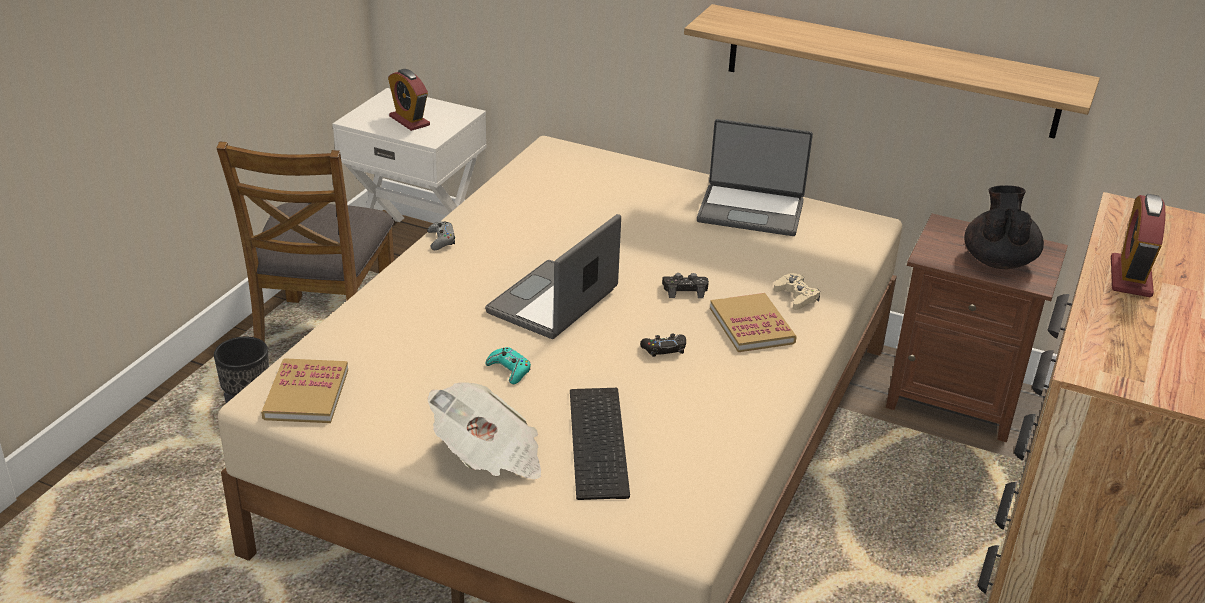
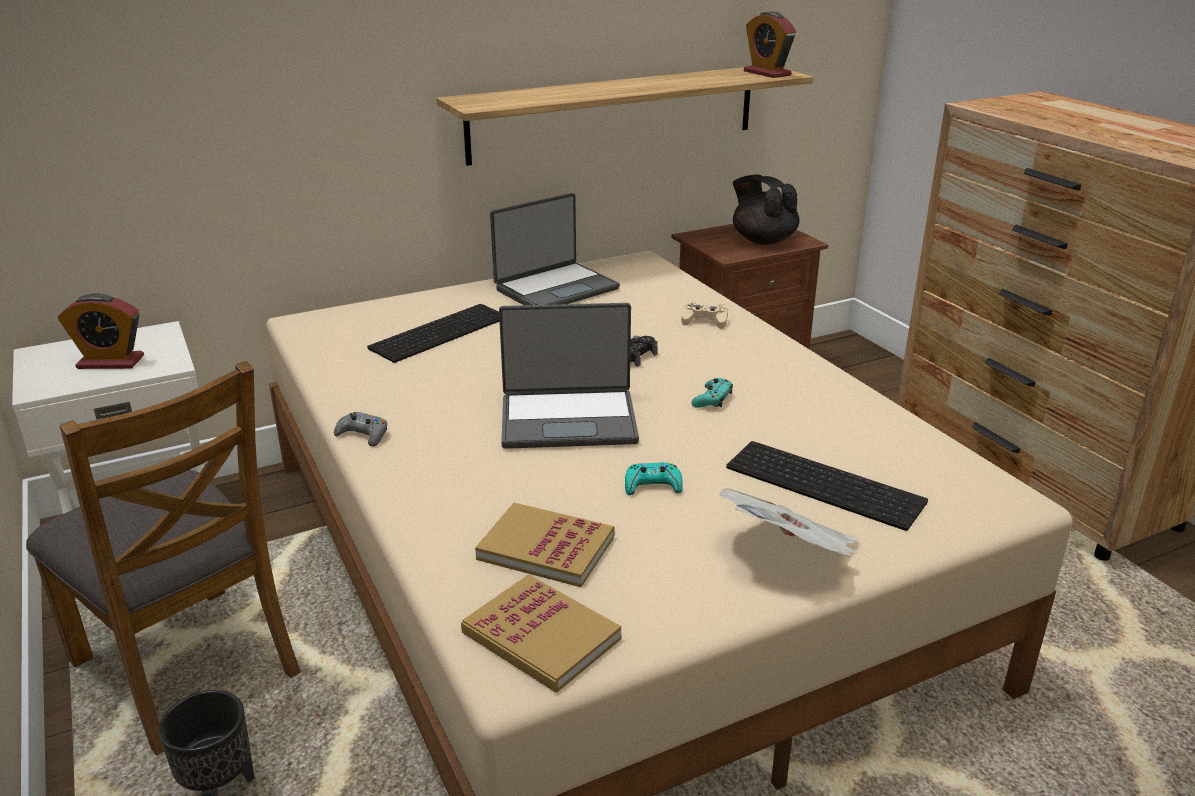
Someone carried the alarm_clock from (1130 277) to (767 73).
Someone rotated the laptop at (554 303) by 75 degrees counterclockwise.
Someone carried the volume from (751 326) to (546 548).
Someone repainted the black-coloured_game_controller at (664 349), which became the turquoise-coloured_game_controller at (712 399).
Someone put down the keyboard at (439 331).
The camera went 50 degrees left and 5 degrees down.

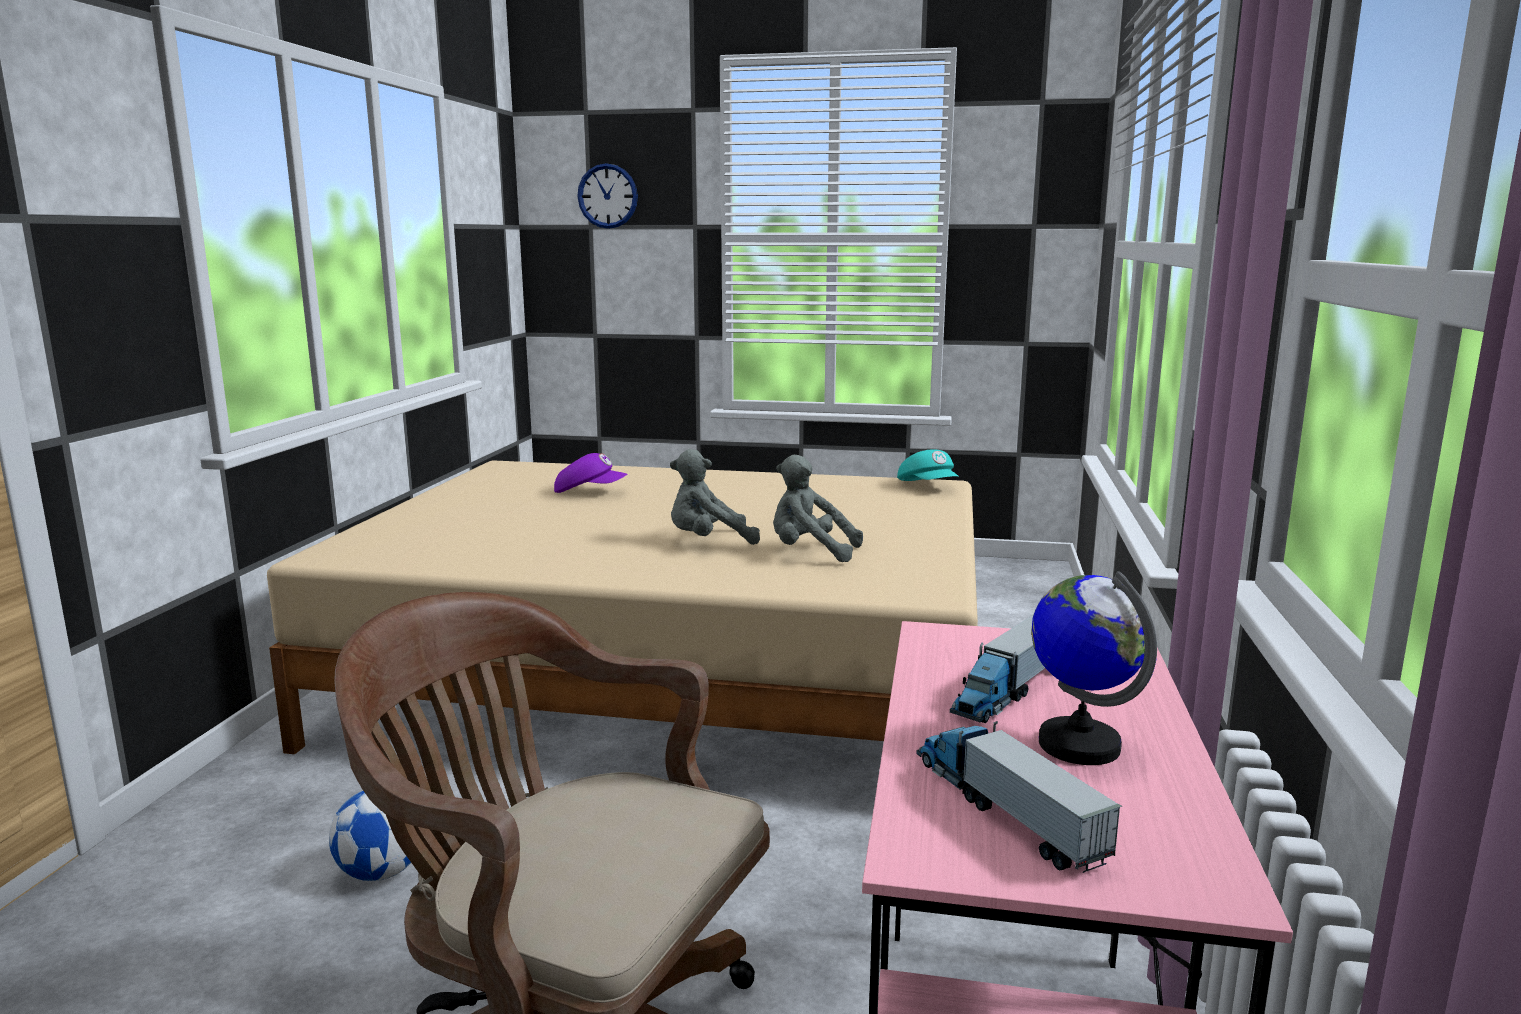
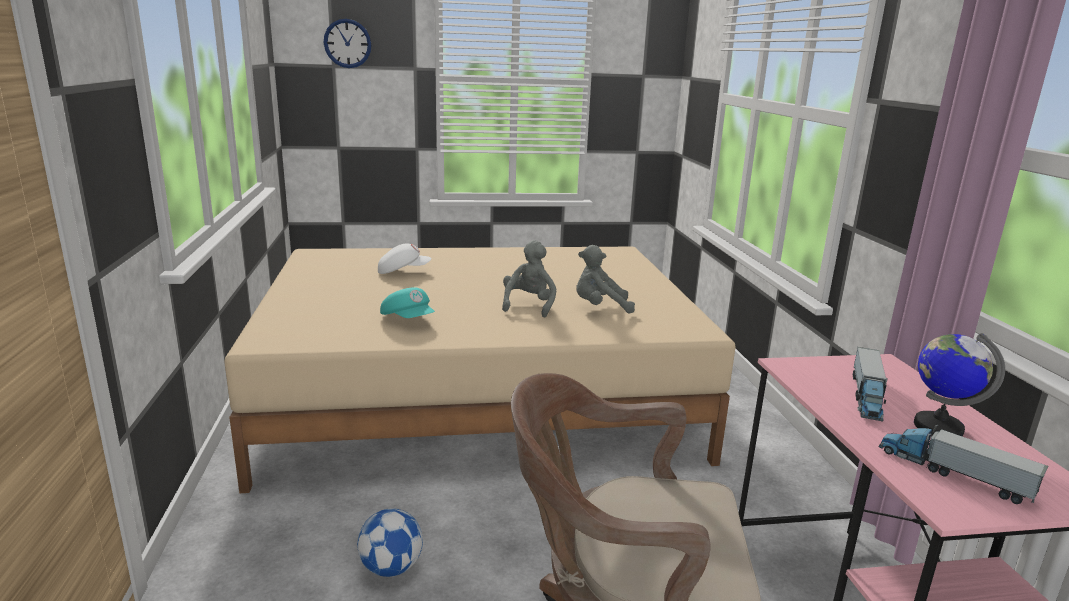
Someone rotated the grey_cuddly_toy at (709 542) by 135 degrees clockwise.
Someone carried the turquoise-coloured_peaked_cap from (928 487) to (409 320).
Someone repainted the purple_peaked_cap at (590 492), which became the whitish_peaked_cap at (403 271).
The camera went 20 degrees left and 5 degrees up.

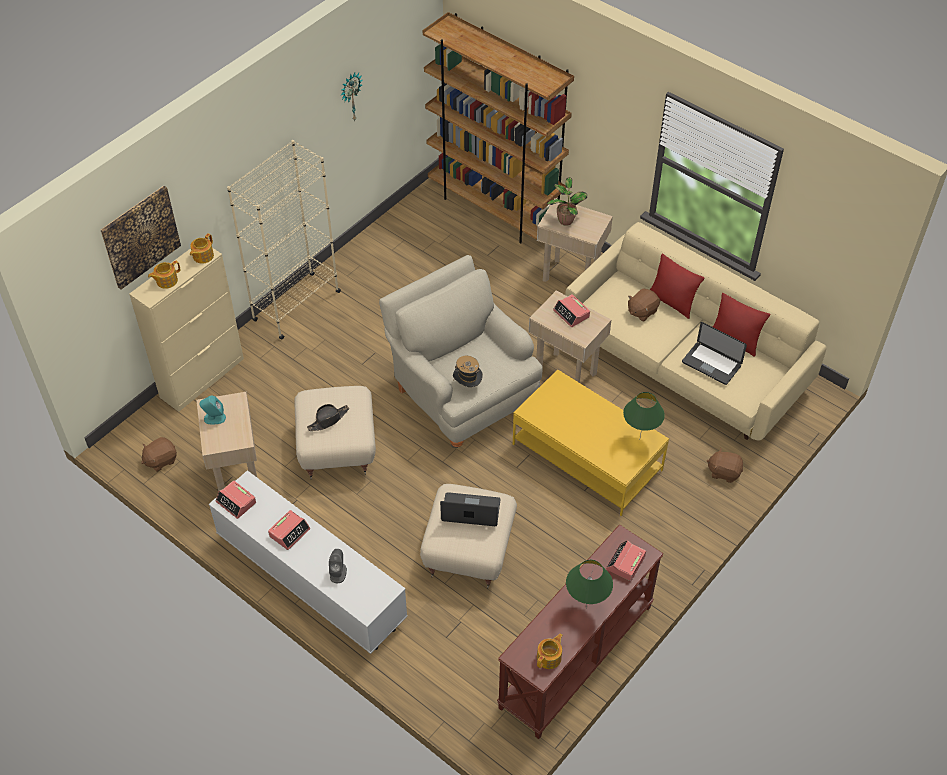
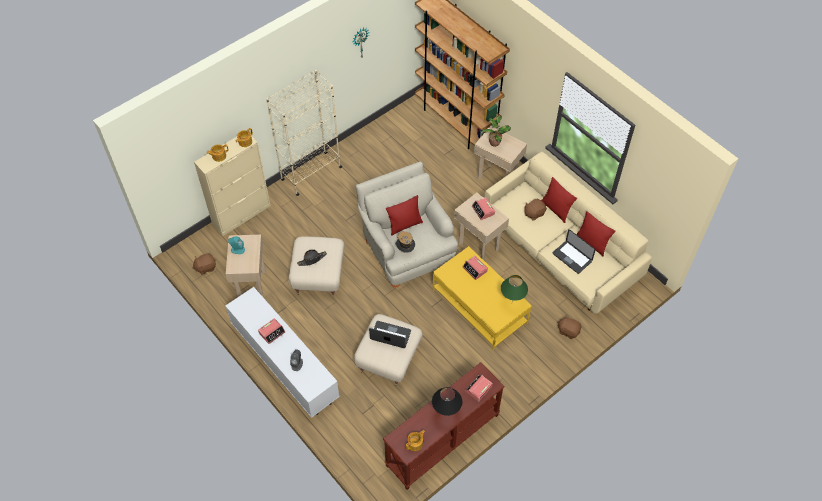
Someone took away the picture at (140 236).
Someone carried the alarm_clock from (236 502) to (475 269).
Someone repainted the green-coloured_table_lamp at (585 607), which became the black-coloured_table_lamp at (446 414).
Someone put down the reddish_pillow at (405 225).
The camera went 10 degrees right and 5 degrees up.

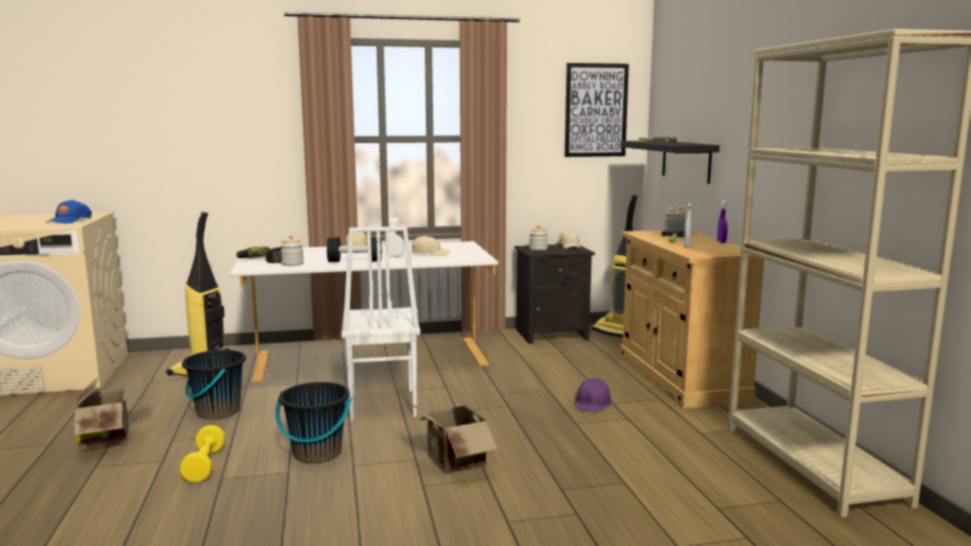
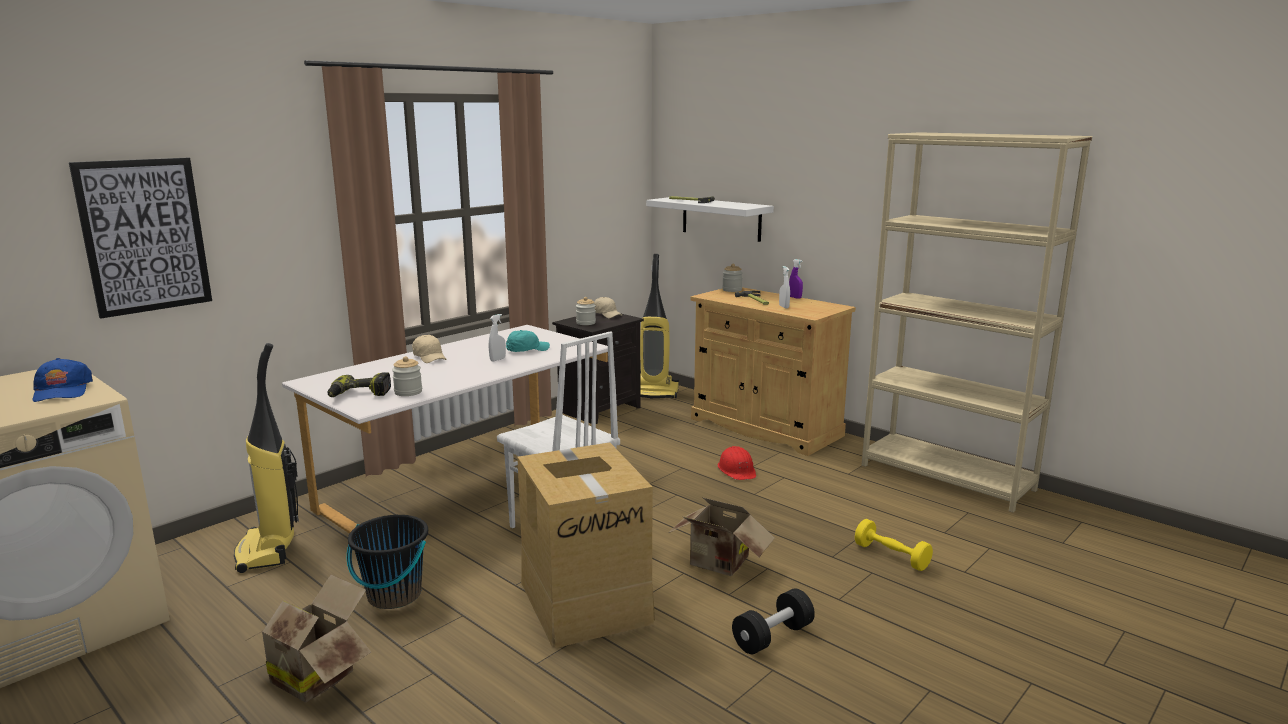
Someone carried the picture from (596 110) to (144 236).
Someone repainted the black-coloured_shelf at (686 161), which became the whitish_shelf at (721 218).
Someone repainted the beige_peaked_cap at (430 254), which became the turquoise-coloured_peaked_cap at (527 350).
Someone carried the black-coloured_free_weight from (355 261) to (772 636).
Someone repainted the purple_work_helmet at (593 402), which became the reddish_work_helmet at (737 470).
Someone swapped the black-coloured_bucket at (317 453) for the cardboard_box at (586 601).
Someone carried the yellow_free_weight from (204 465) to (891 556).
The camera went 35 degrees left and 5 degrees up.

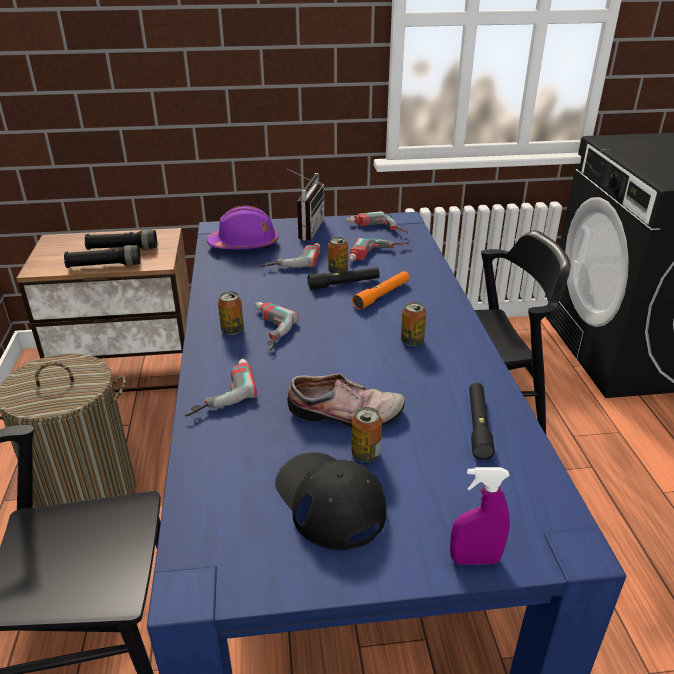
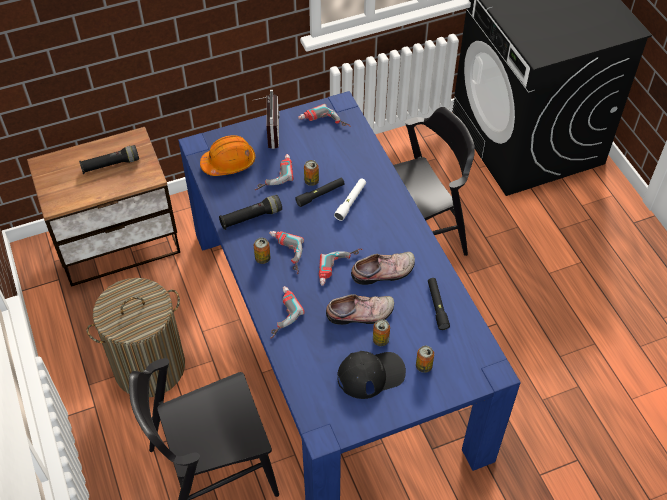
Someone repainted the purple_work_helmet at (244 245), which became the orangey_work_helmet at (229 163).
Someone carried the electric_drill from (378 256) to (340 269).
Someone carried the black-coloured_torch from (104 266) to (251 217).
Someone repainted the orangey_torch at (382 295), which became the whitish_torch at (350 202).
Someone carried the can from (412 341) to (423 366).
Someone rotated the black-coloured_peaked_cap at (329 501) by 120 degrees clockwise.
Someone took away the purple_hand_sprayer at (475 559).
Someone put down the shoe at (384 273).
The camera went 15 degrees left and 20 degrees up.

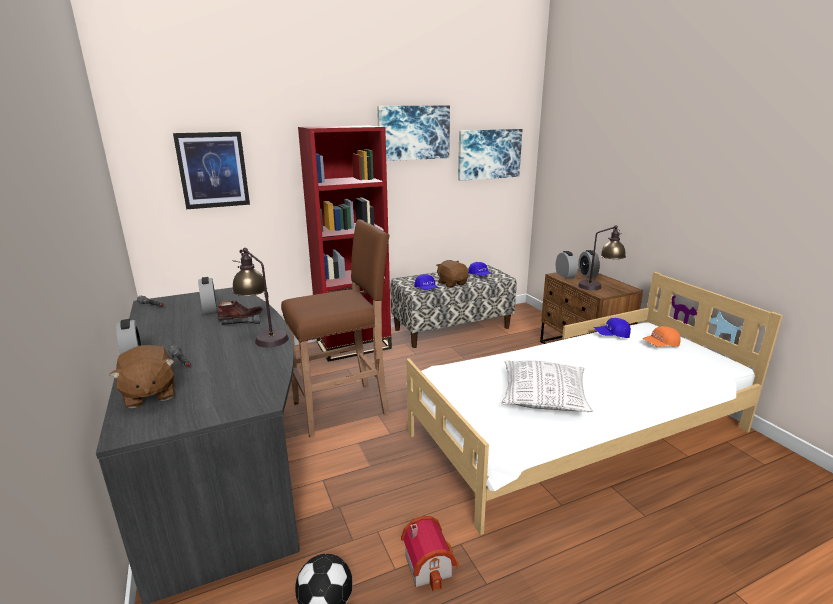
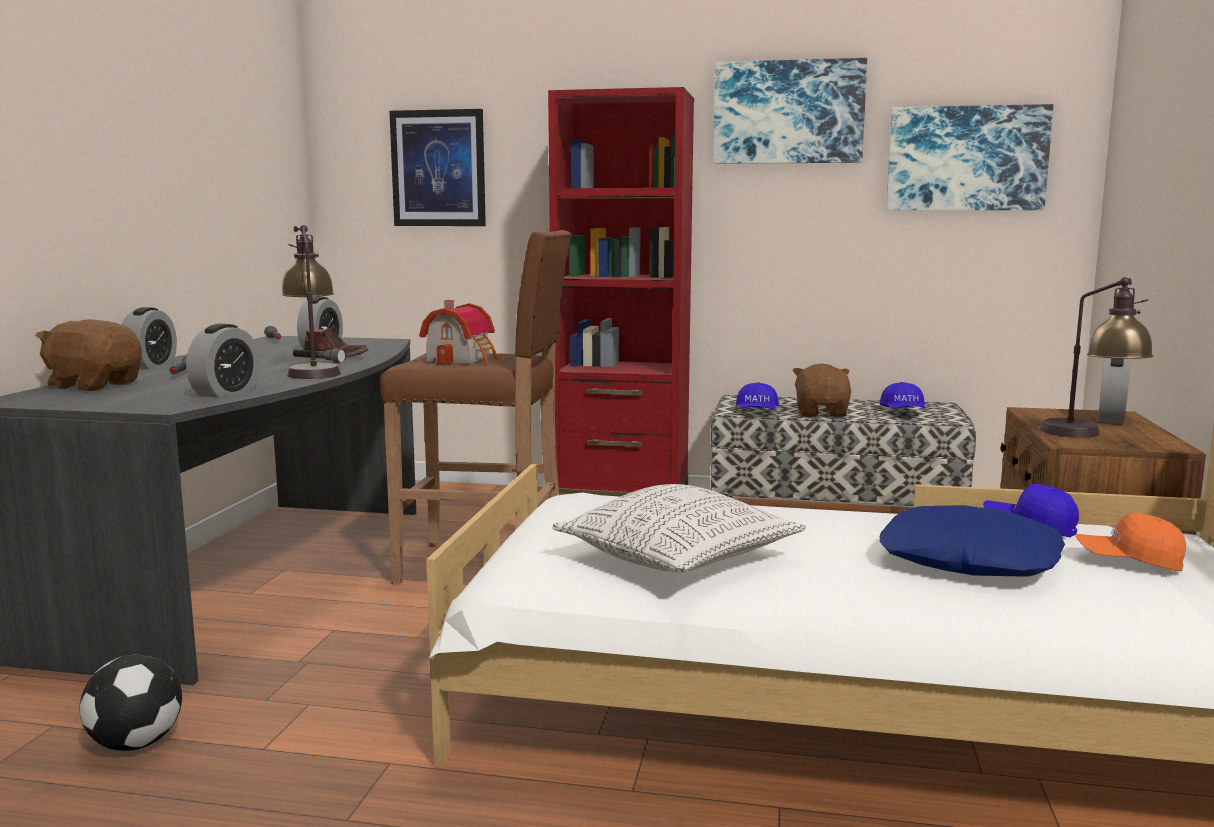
Someone carried the alarm_clock from (565 275) to (226 392).
Someone rotated the brown_cuddly_toy at (149 394) by 105 degrees clockwise.
Someone carried the toy_house from (431 564) to (463 359).
Someone put down the bluish_pillow at (968 560).
The camera went 35 degrees right and 10 degrees down.

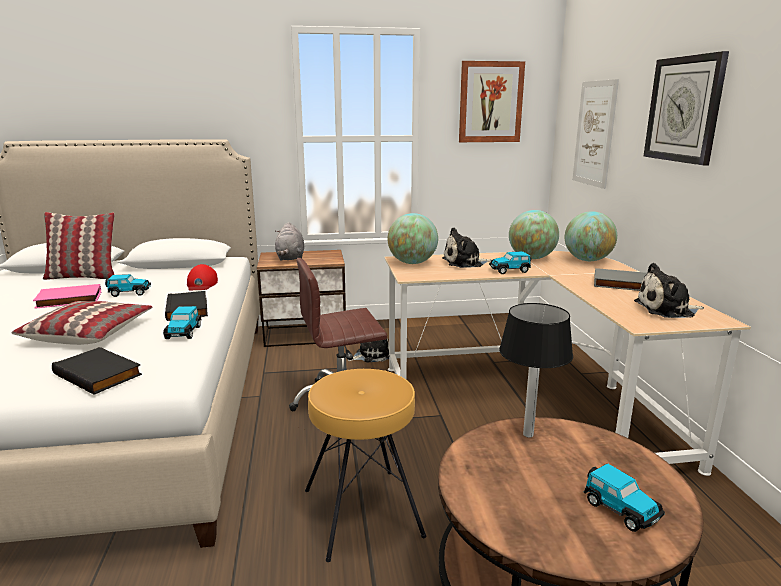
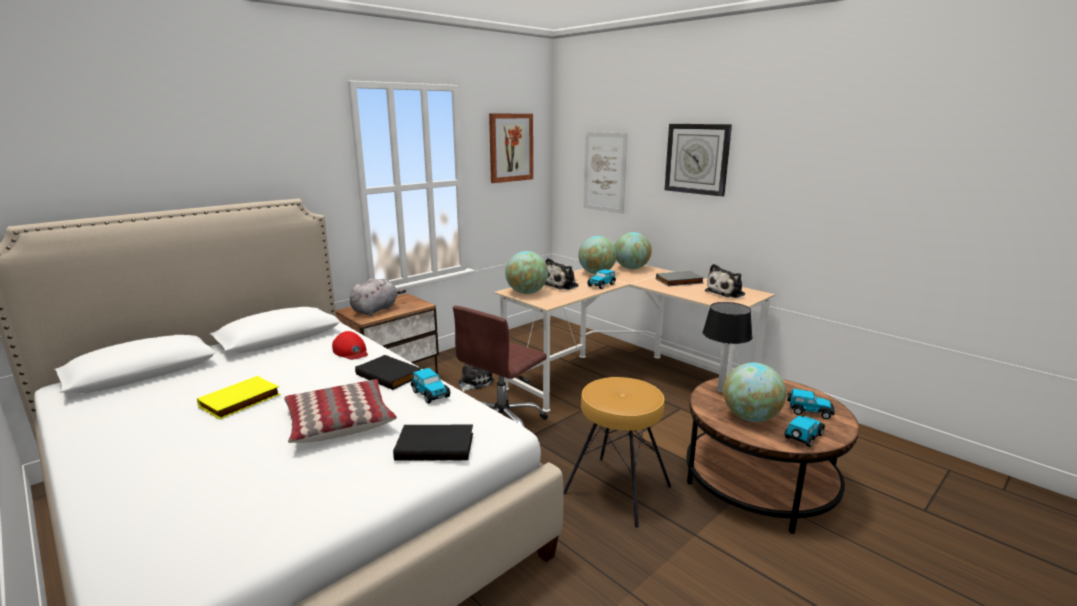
Someone took away the pillow at (83 277).
Someone rotated the grey_cuddly_toy at (290 258) by 105 degrees counterclockwise.
Someone carried the model_car from (129 293) to (803 437).
Someone repainted the pinkish_volume at (68 300), which became the yellow_volume at (240 401).
Someone put down the globe at (750 418).
The camera went 35 degrees left and 0 degrees up.

